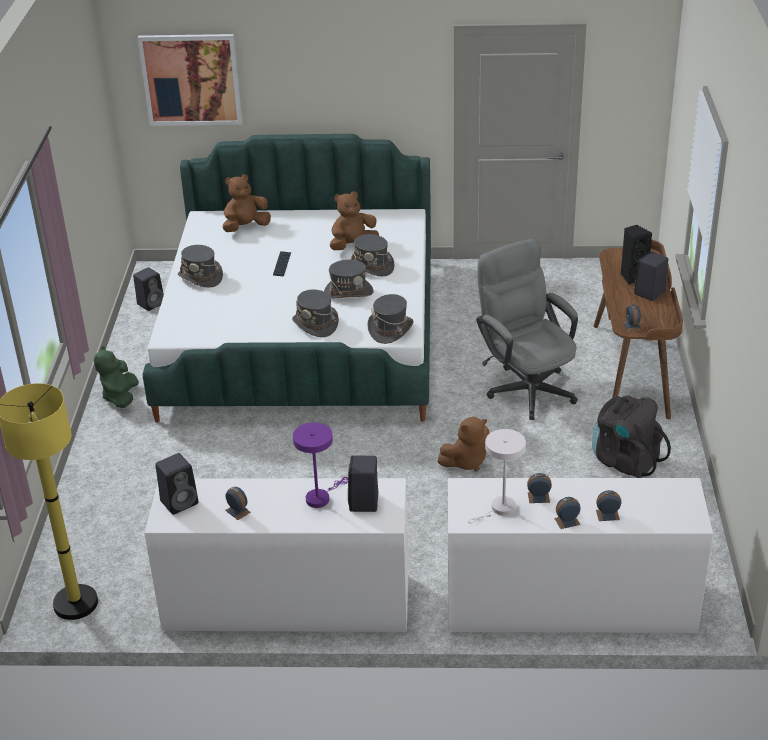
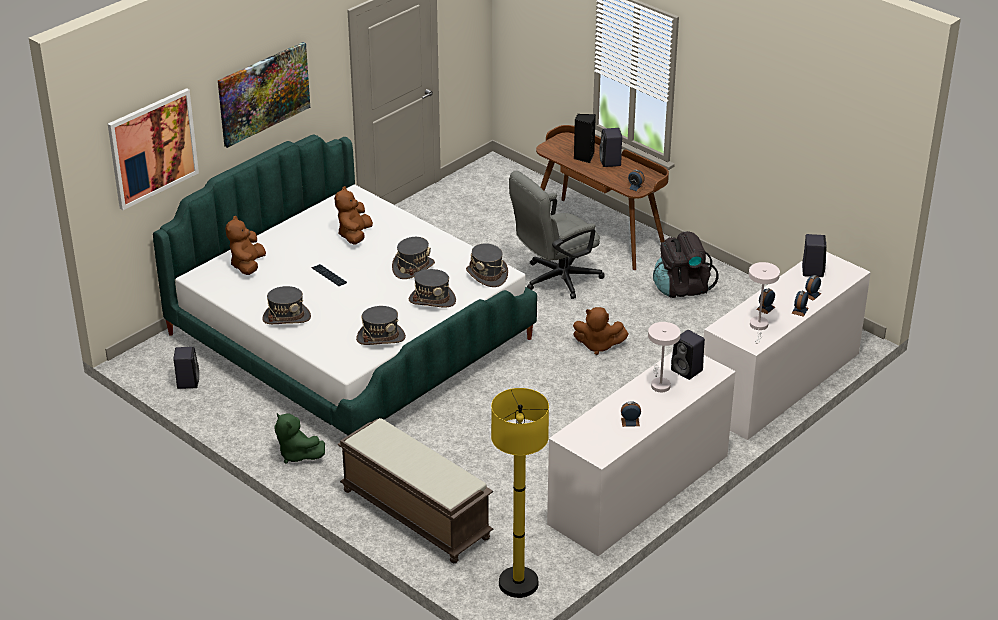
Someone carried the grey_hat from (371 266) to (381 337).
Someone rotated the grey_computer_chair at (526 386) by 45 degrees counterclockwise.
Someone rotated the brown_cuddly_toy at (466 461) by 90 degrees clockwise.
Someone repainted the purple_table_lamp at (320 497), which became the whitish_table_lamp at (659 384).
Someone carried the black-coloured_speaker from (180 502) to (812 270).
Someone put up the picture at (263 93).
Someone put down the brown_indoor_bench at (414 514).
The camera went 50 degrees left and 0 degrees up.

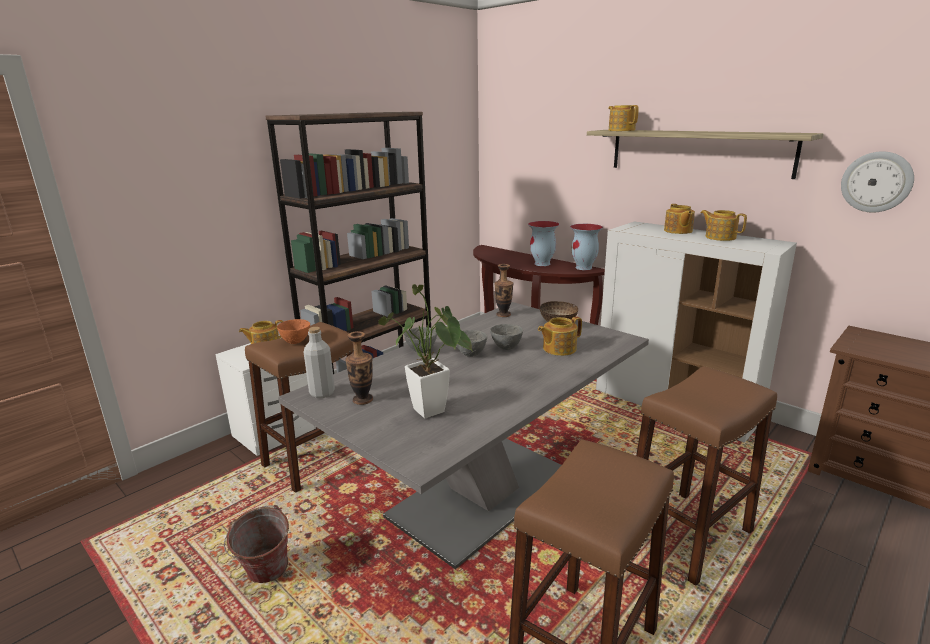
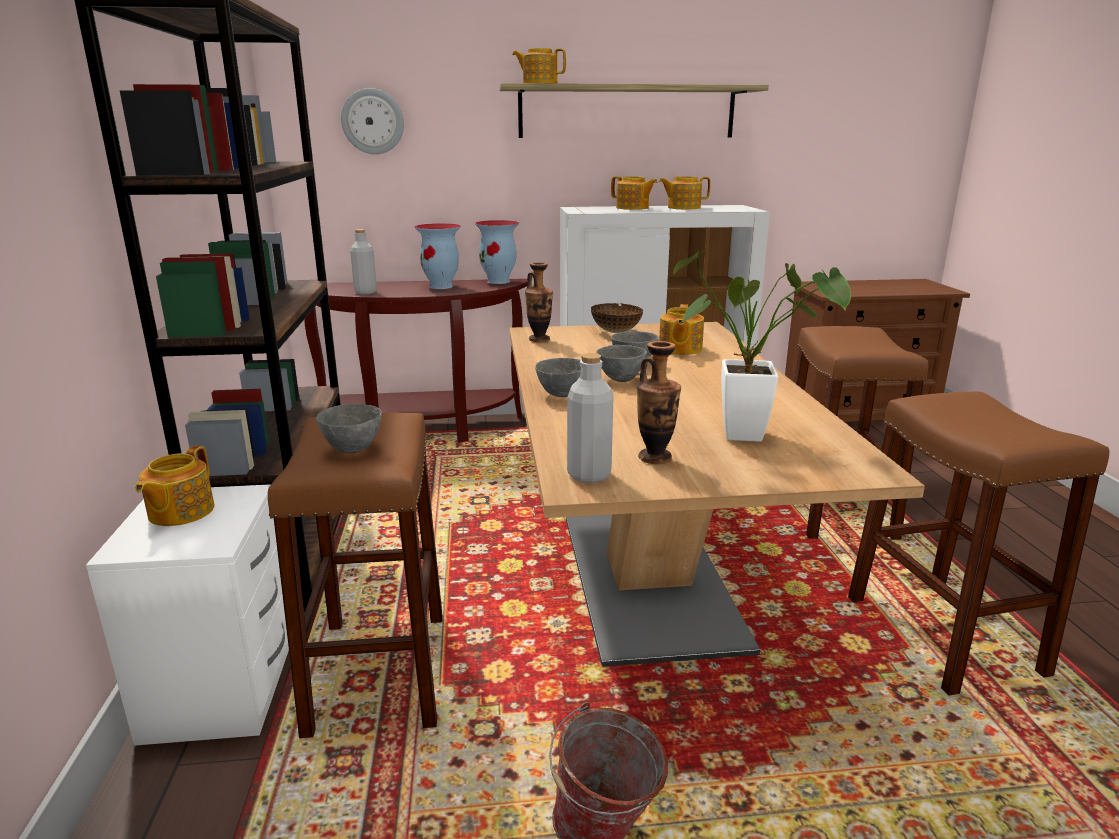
Someone carried the wall_clock from (876 182) to (373 121).
Someone repainted the grey_dinner_table at (482 494), which became the brown_dinner_table at (648 579).
Someone repainted the orangey_deep_dish at (295 341), which became the grey_deep_dish at (351 449).
Someone put down the grey_bottle at (365 292).
The camera went 50 degrees left and 0 degrees up.

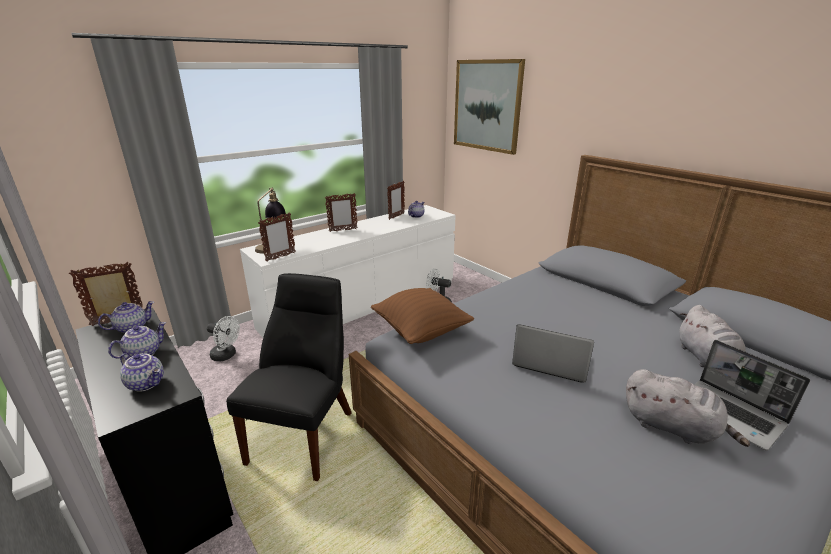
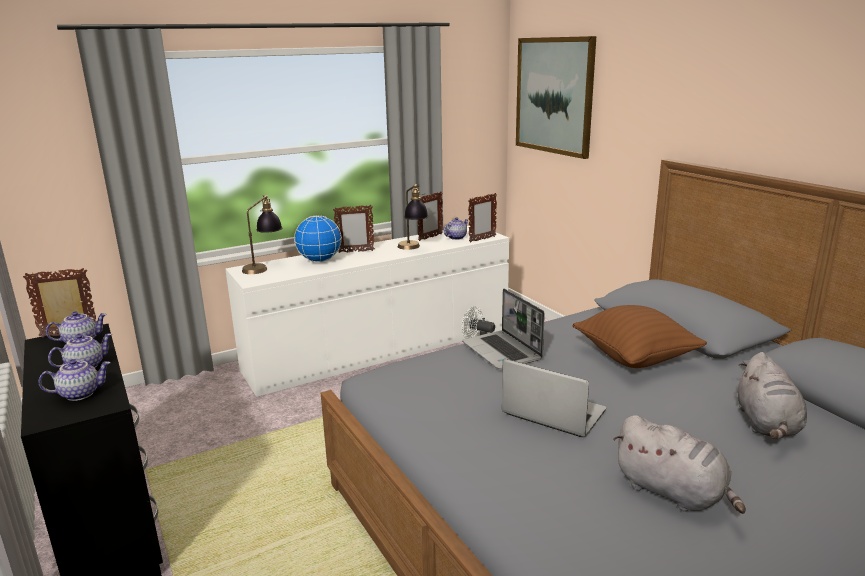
Someone carried the photo_frame from (280 257) to (482 239).
Someone took away the black-coloured_chair at (305 433).
Someone carried the brown_pillow from (421 331) to (634 358).
Someone took away the whitish_fan at (226 355).
Someone carried the laptop from (731 414) to (502 351).
Someone rotated the teapot at (147 383) by 60 degrees counterclockwise.
Someone put down the table_lamp at (413 248).
Someone put down the globe at (319 260).
The camera went 10 degrees right and 5 degrees down.

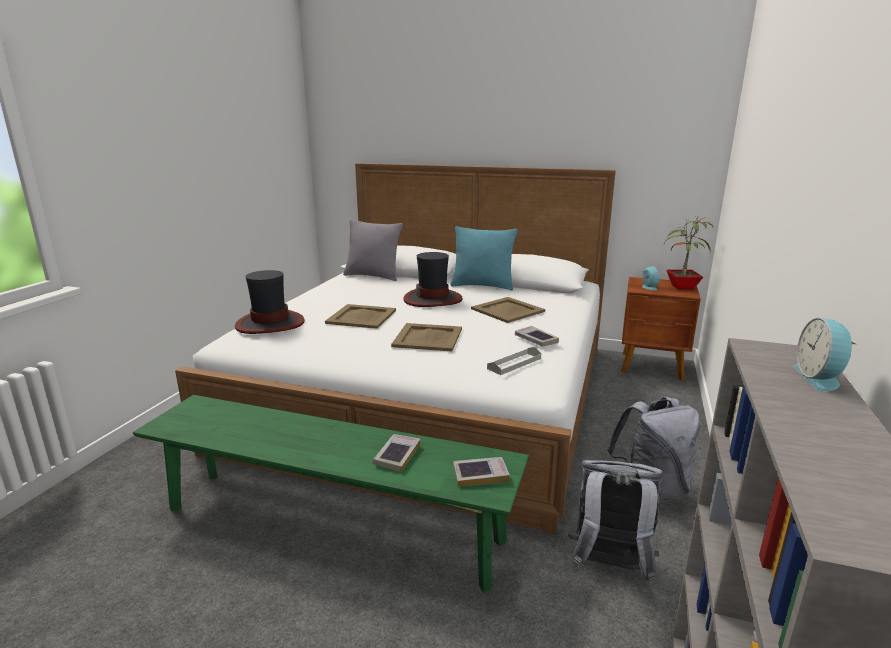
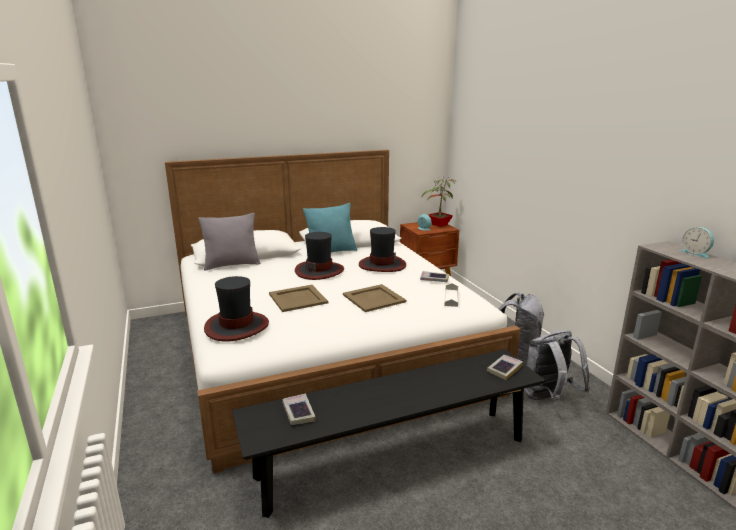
Someone swapped the beige_carrying_tray at (507 310) for the hat at (382 265).
Someone repainted the green-coloured_indoor_bench at (331 524), which became the black-coloured_indoor_bench at (394 457).
Someone carried the volume from (397 456) to (298 412).
The camera went 40 degrees left and 0 degrees up.

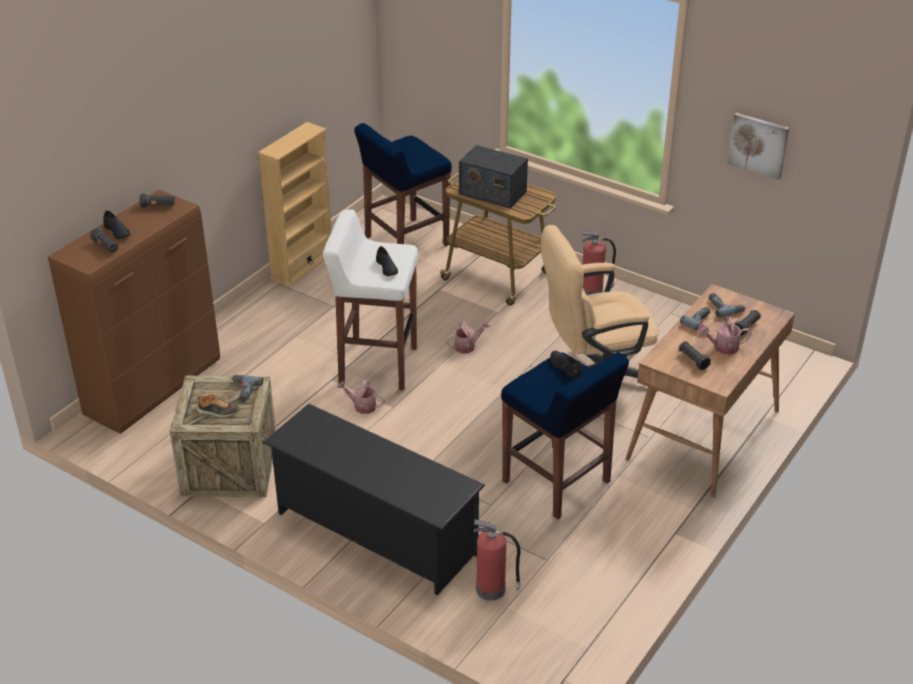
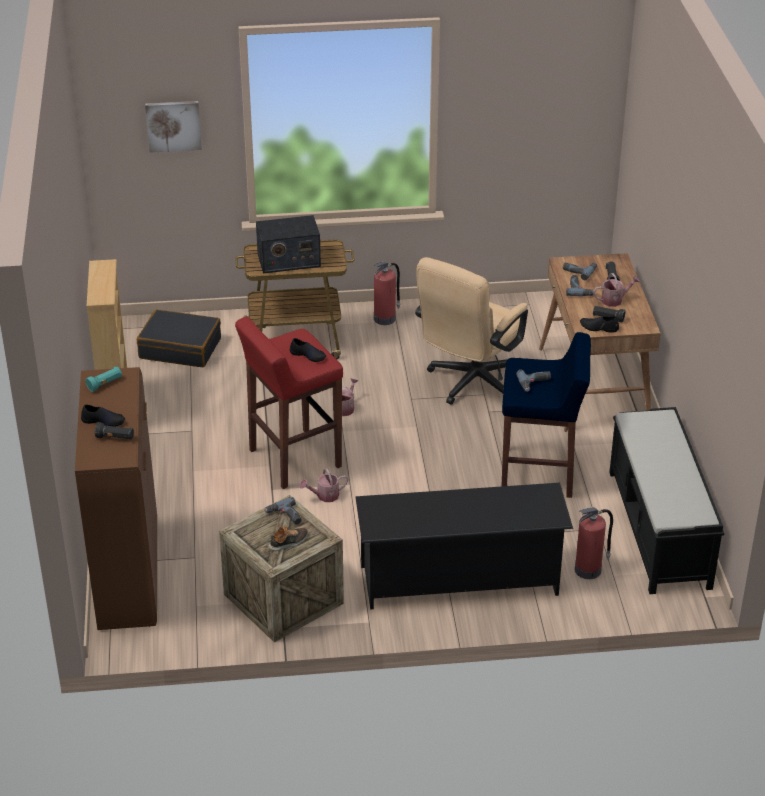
Someone carried the picture from (758 145) to (173 125).
Someone swapped the bluish_sitting_stool at (405 242) for the black-coloured_piece_of_luggage at (180 348).
Someone repainted the black-coloured_torch at (158 206), which became the turquoise-coloured_torch at (105 384).
Someone repainted the whitish_sitting_stool at (376 365), which became the reddish_sitting_stool at (293 459).
Someone rotated the watering_can at (722 347) by 150 degrees counterclockwise.
Someone carried the black-coloured_shoe from (565 367) to (599 327).
Someone put down the electric_drill at (535 383).
Someone put down the black-coloured_indoor_bench at (659 529).
The camera went 40 degrees left and 0 degrees up.

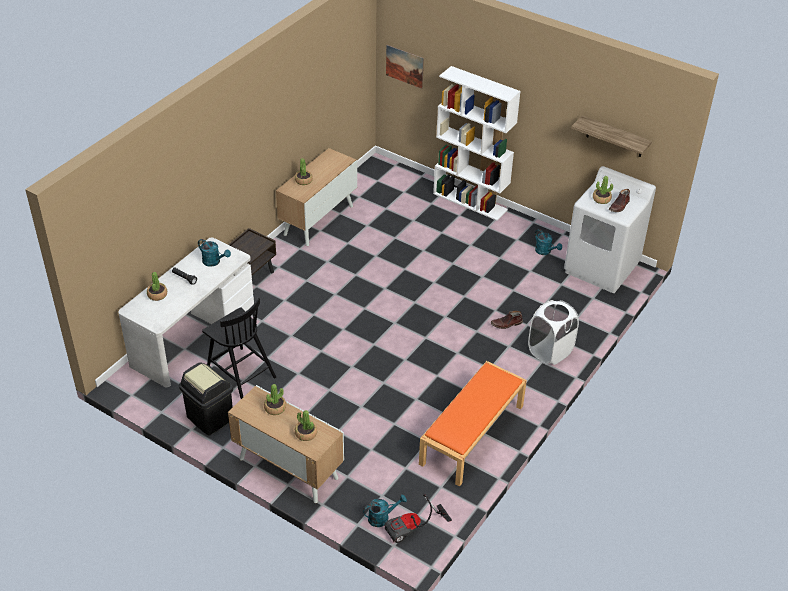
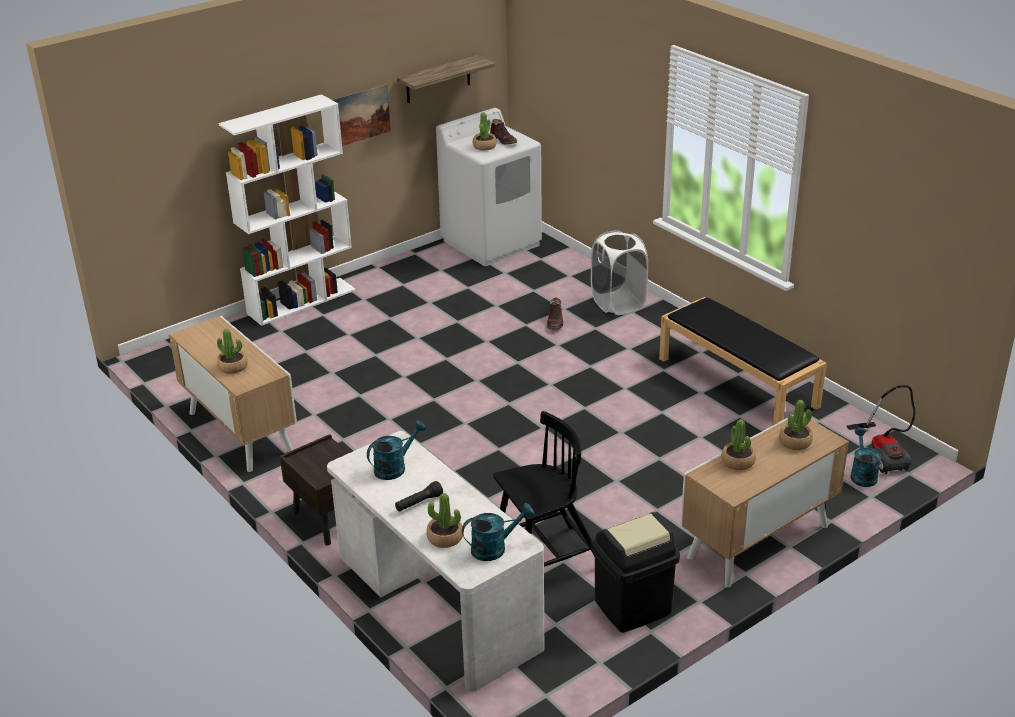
Someone carried the picture from (404 66) to (361 115).
Someone carried the turquoise-coloured_watering_can from (545 252) to (494 548).
Someone repainted the orangey_indoor_bench at (472 435), which became the black-coloured_indoor_bench at (738 382).
The camera went 70 degrees left and 10 degrees down.

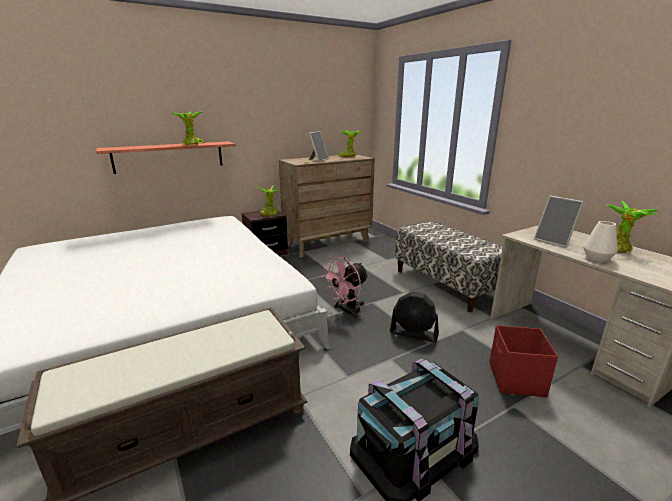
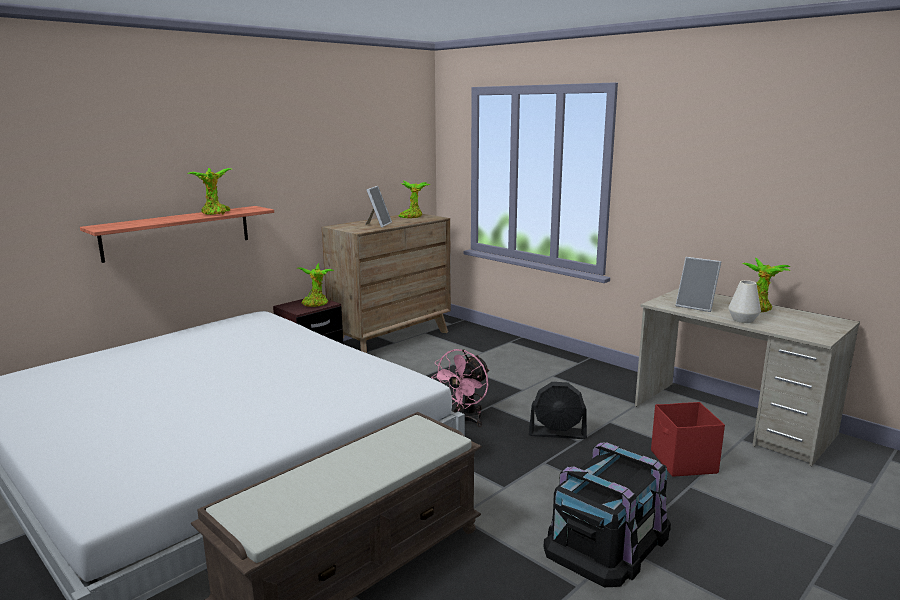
Someone took away the indoor_bench at (446 284).
The camera went 15 degrees left and 5 degrees down.

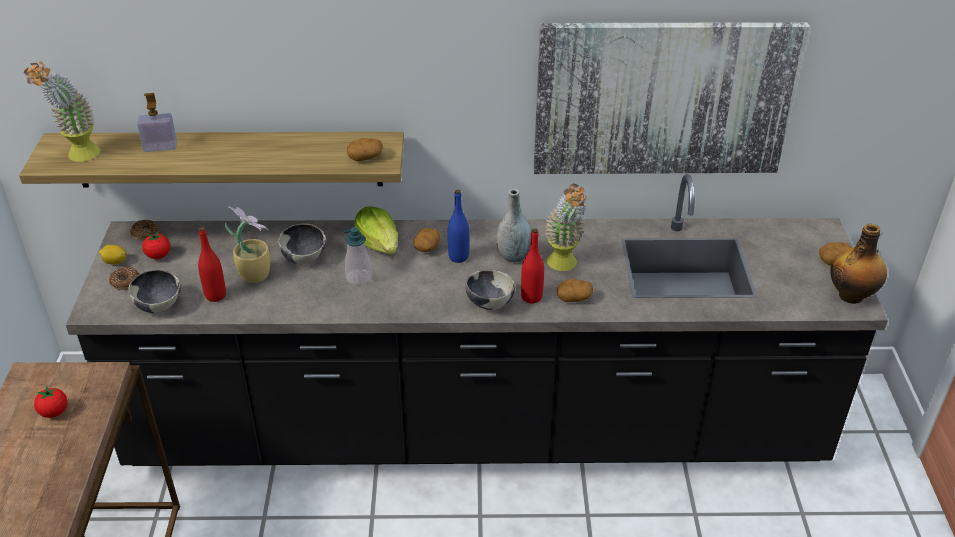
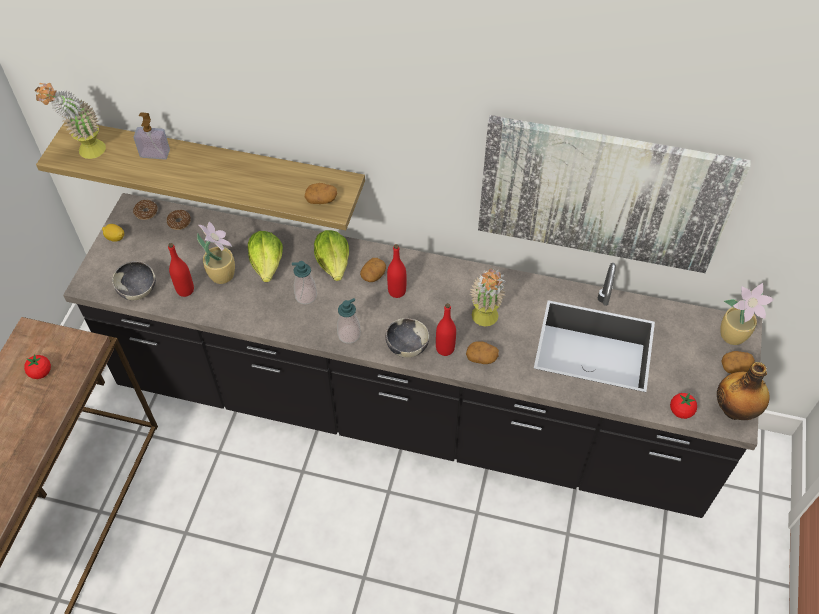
Someone took away the grey_decorative_vase at (513 256).
Someone repainted the bluish_bottle at (458 257), which became the reddish_bottle at (397 291).
Someone swapped the deep_dish at (304 257) for the lettuce_head at (267 265).
Someone carried the fresh_tomato from (158 255) to (680 411).
Someone carried the donut from (125 282) to (179 222).
Someone put down the plant_in_a_pot at (734 336).
Someone put down the soap_bottle at (349 334).
The camera went 15 degrees right and 15 degrees up.

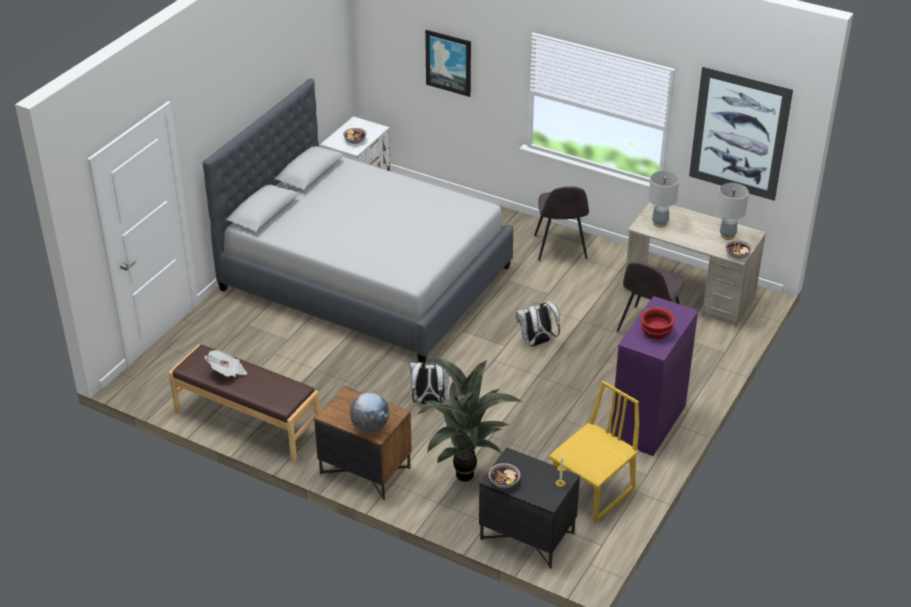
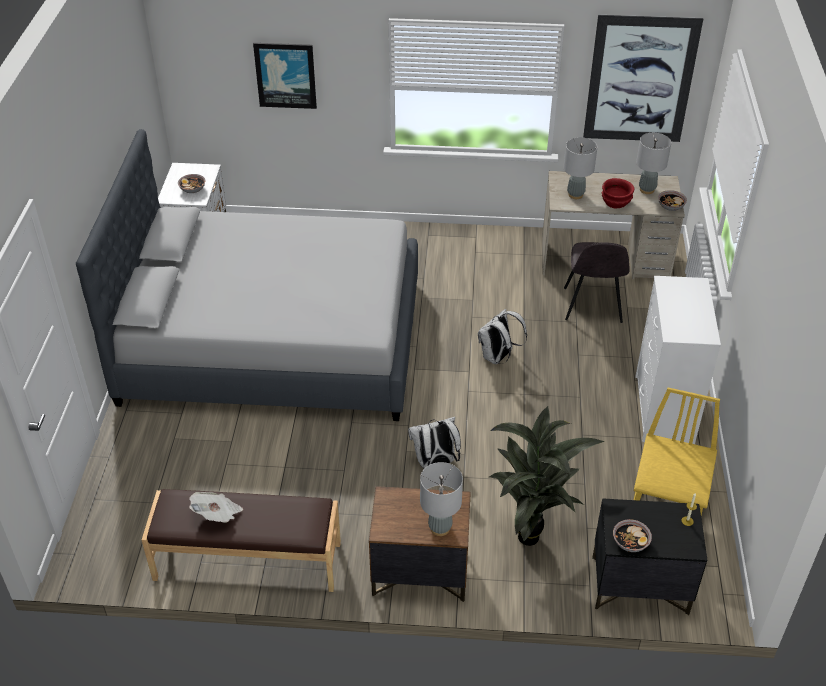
Someone took away the grey_chair at (560 248).
Someone repainted the purple_chest_of_drawers at (648 423), which became the whitish_chest_of_drawers at (664 410).
Someone carried the reddish_deep_dish from (656 332) to (616 202).
Someone swapped the globe at (370 426) for the grey_table_lamp at (440 528).
The camera went 25 degrees left and 5 degrees up.

